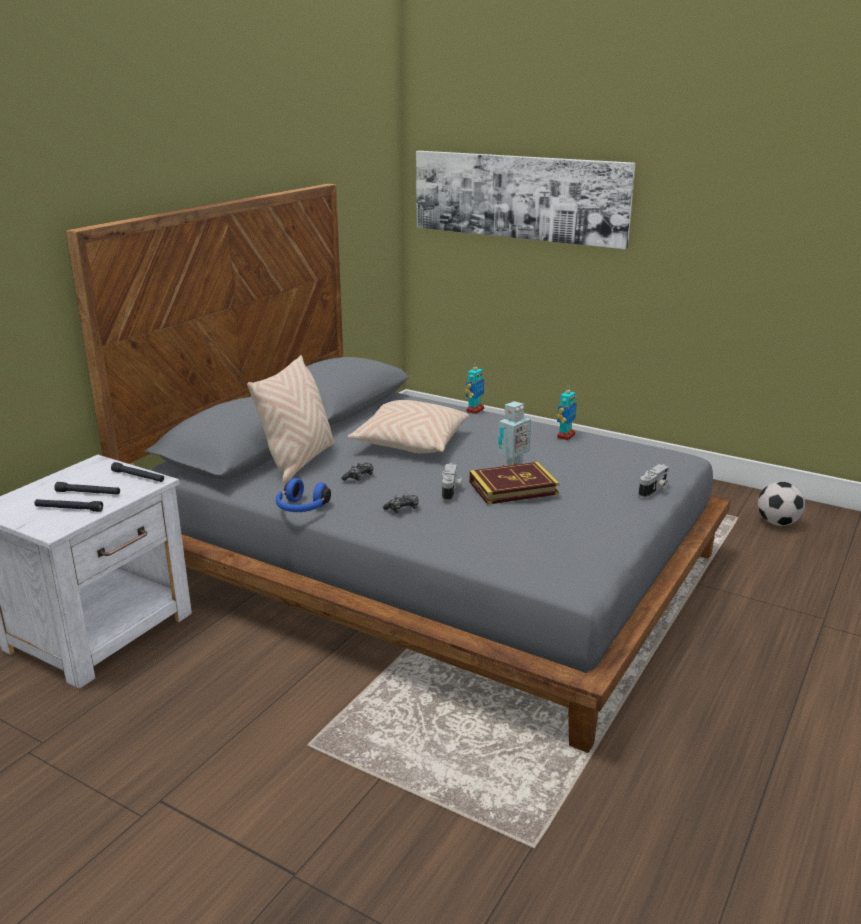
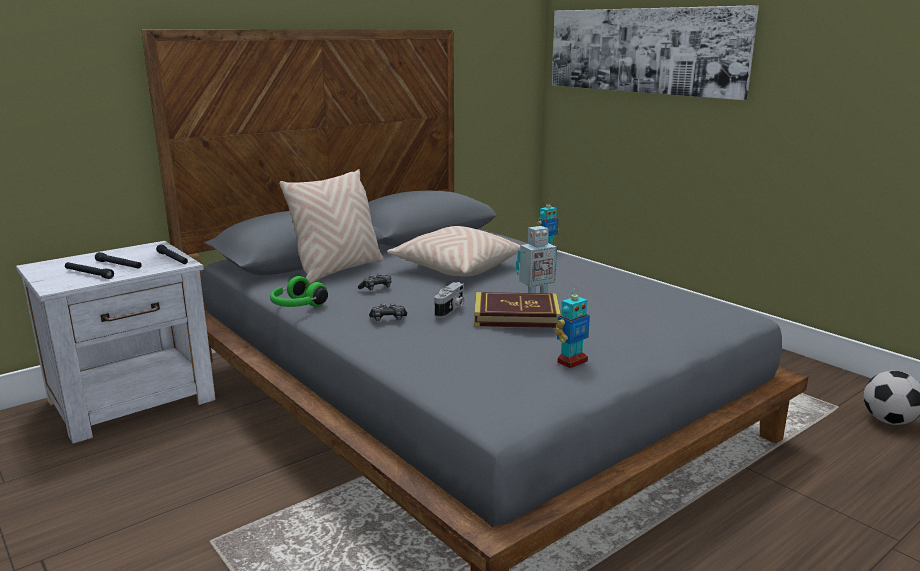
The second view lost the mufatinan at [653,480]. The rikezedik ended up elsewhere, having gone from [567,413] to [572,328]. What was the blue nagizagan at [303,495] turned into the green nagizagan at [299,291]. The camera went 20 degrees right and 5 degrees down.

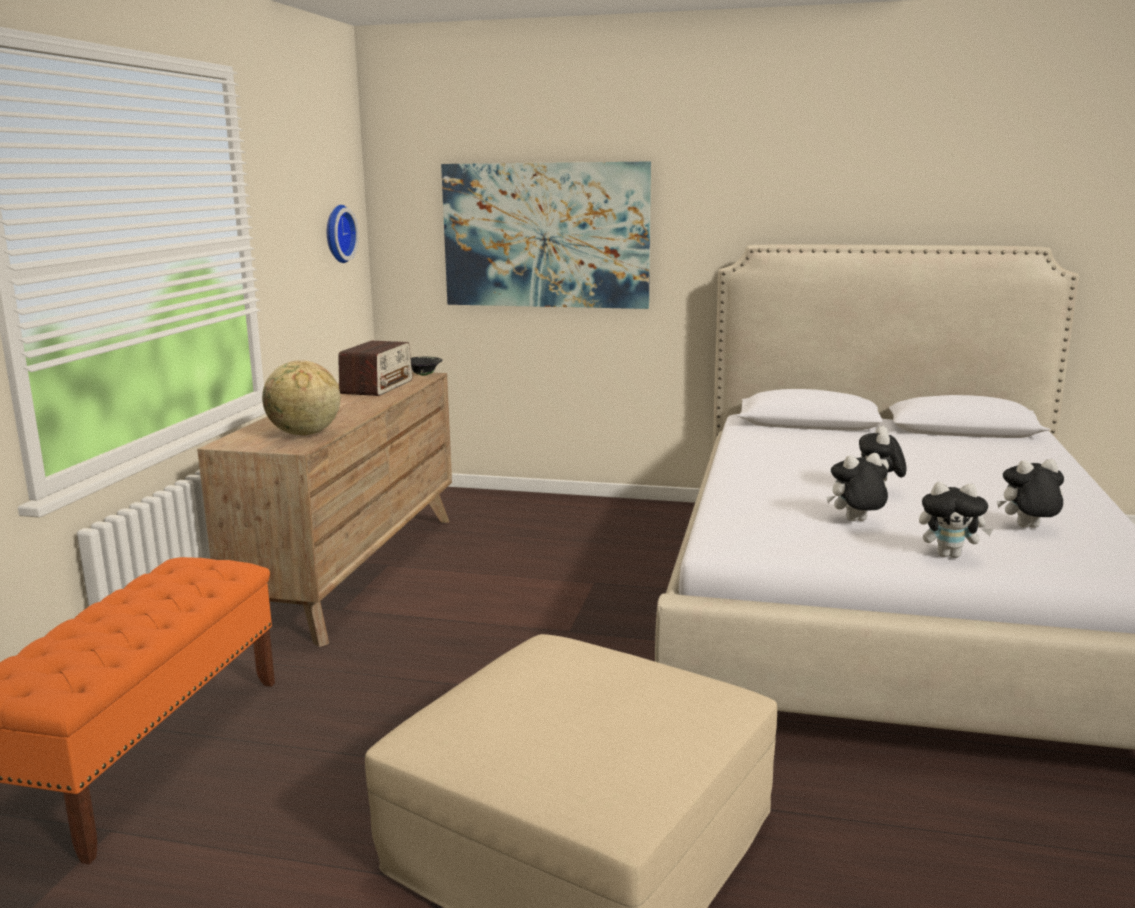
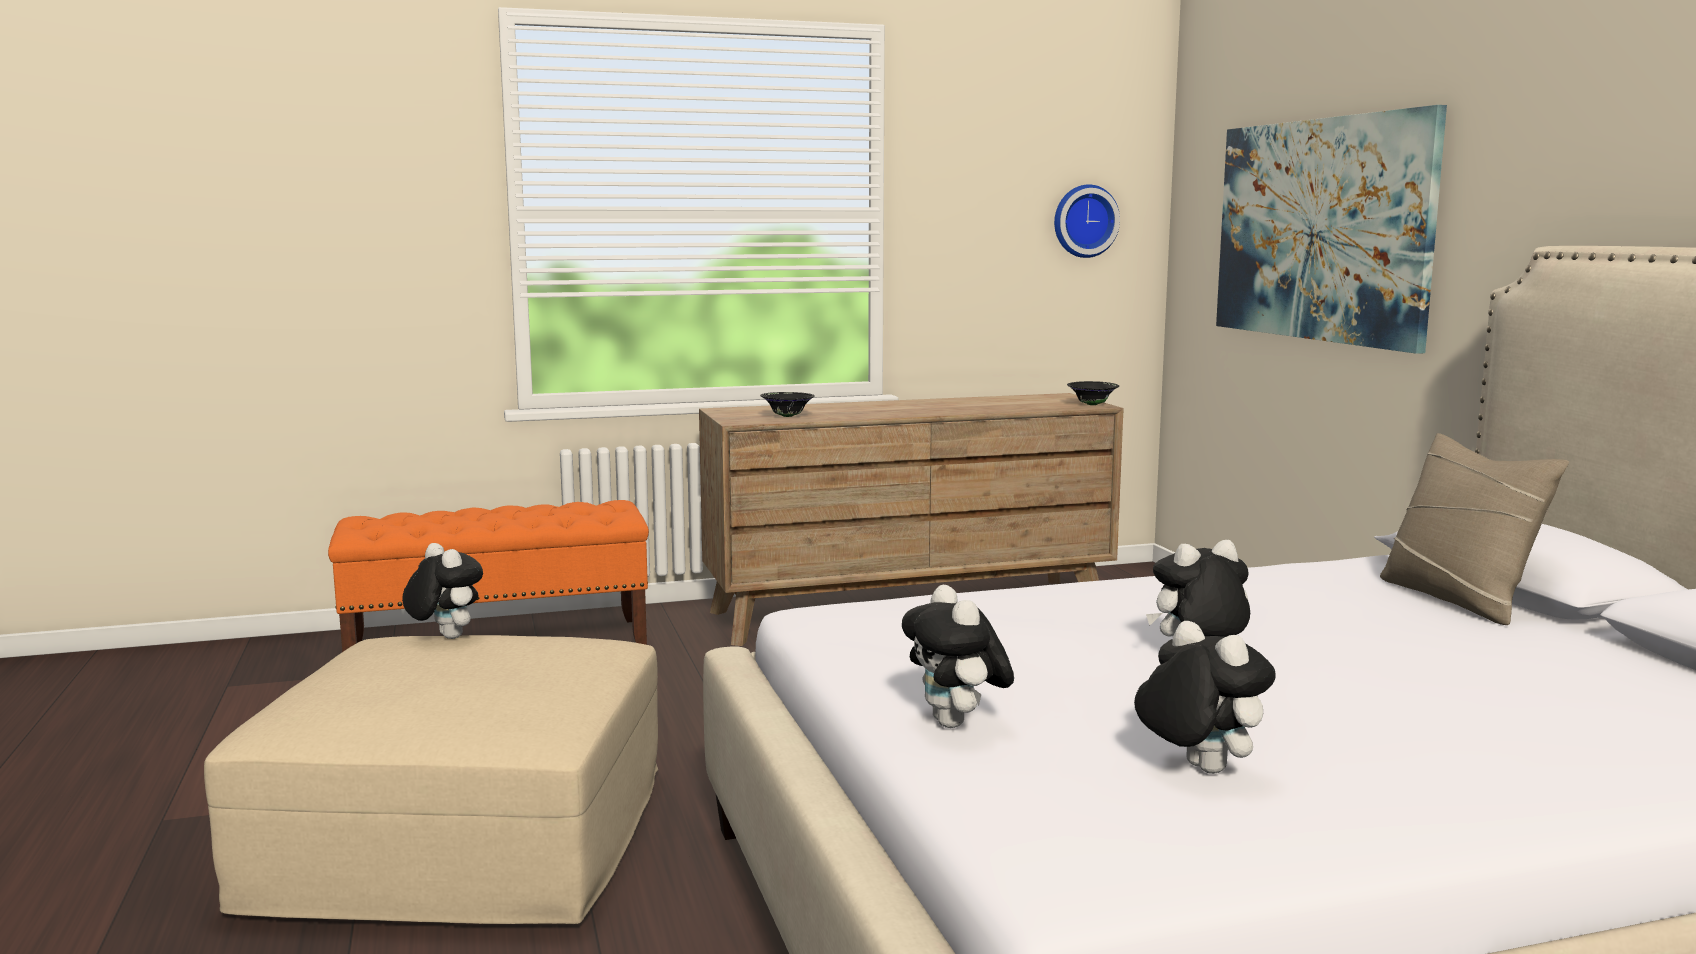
The second view lost the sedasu at [375,368]. The second view gained the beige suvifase at [1474,529]. The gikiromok ended up elsewhere, having gone from [857,487] to [442,591]. Where the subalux stood at [301,397], the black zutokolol came to stand at [787,404]. The camera went 60 degrees right and 5 degrees down.

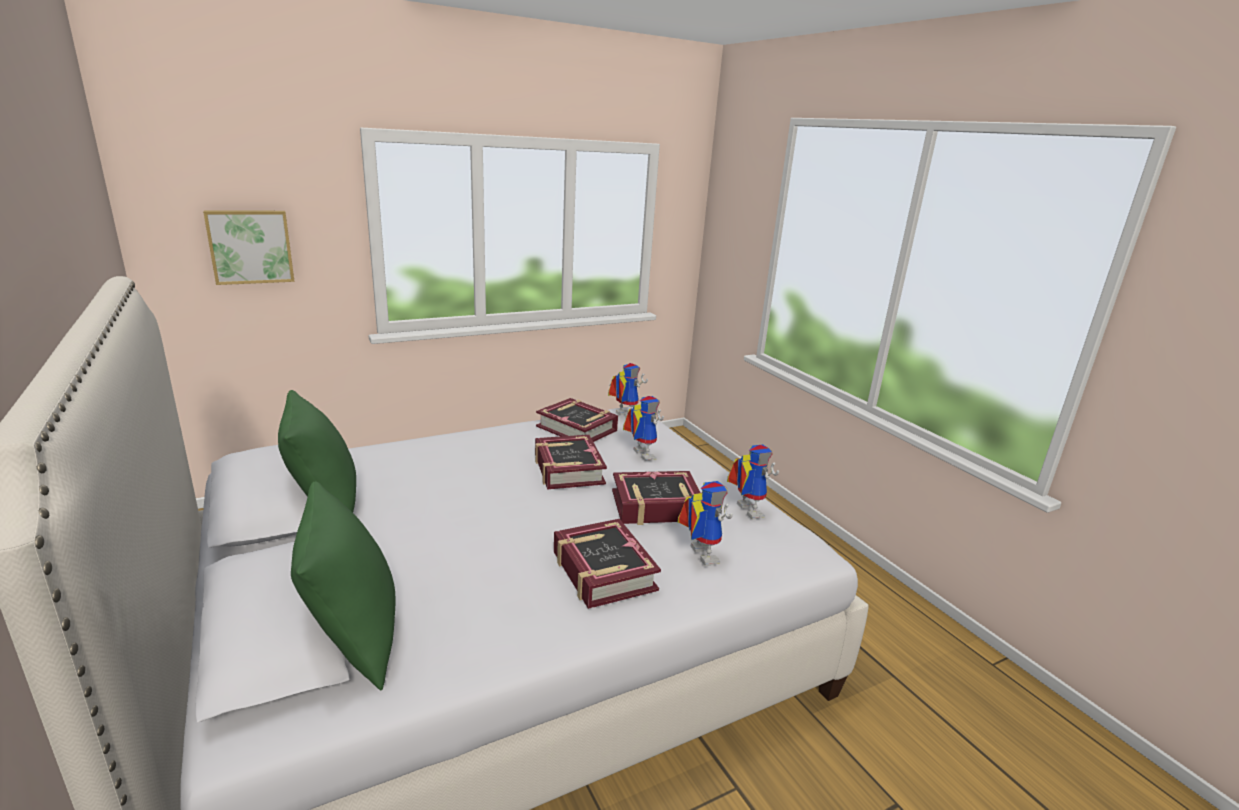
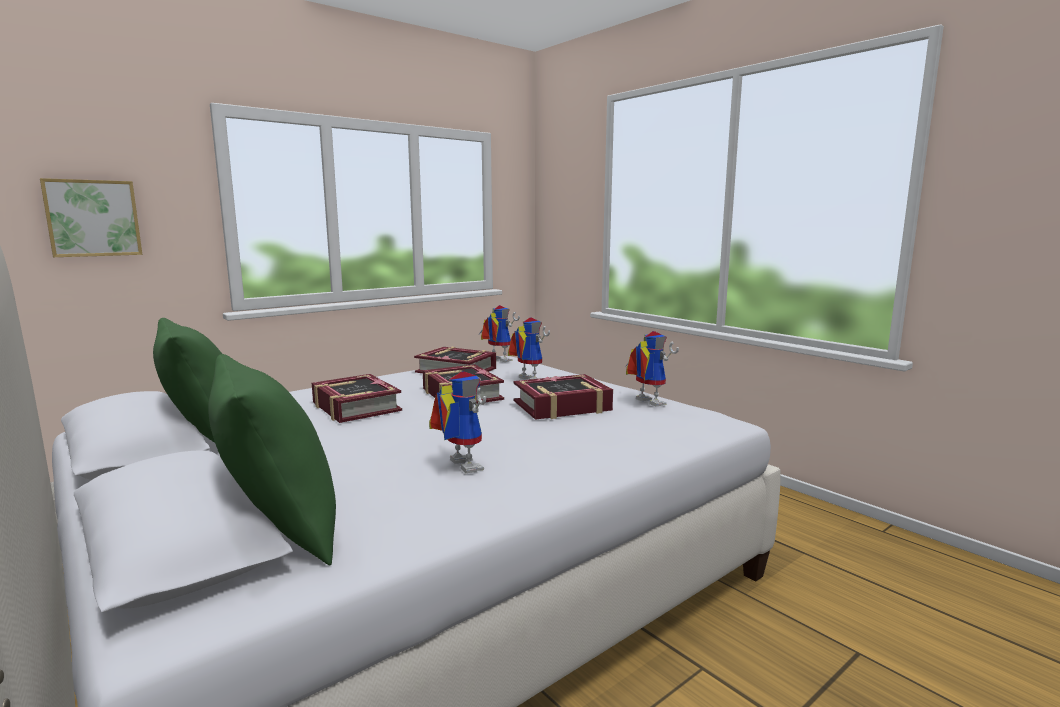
The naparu ended up elsewhere, having gone from [607,564] to [357,398]. The rikezedik ended up elsewhere, having gone from [705,523] to [457,422]. The camera went 10 degrees left and 10 degrees down.

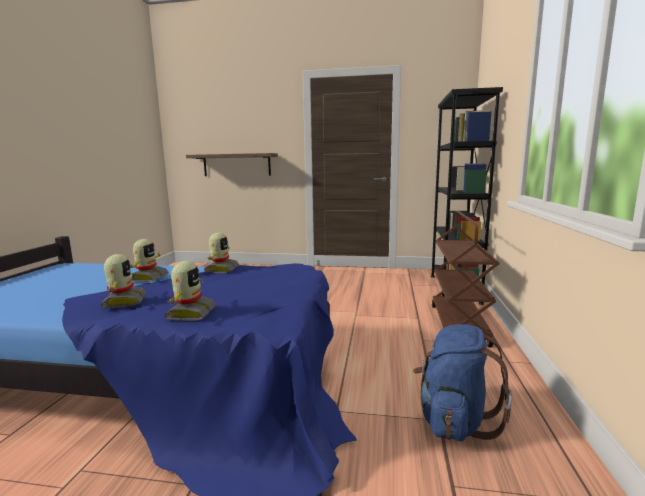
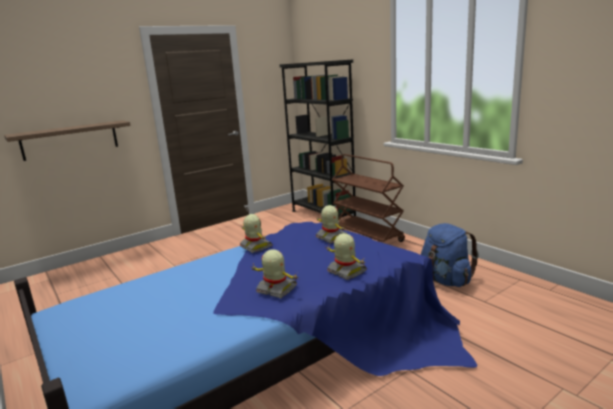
The rikezedik ended up elsewhere, having gone from [149,260] to [331,224]. The camera went 45 degrees left and 5 degrees up.

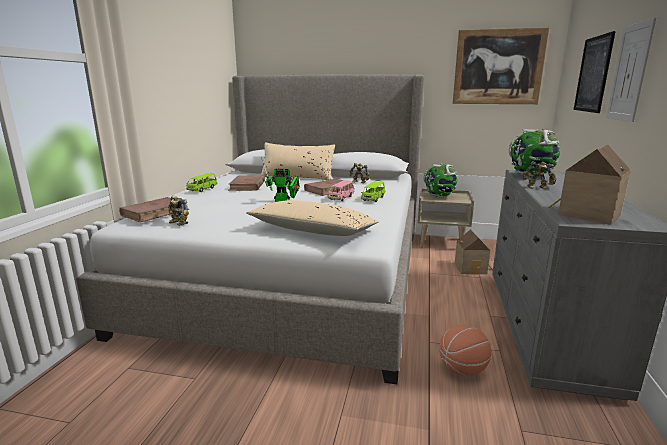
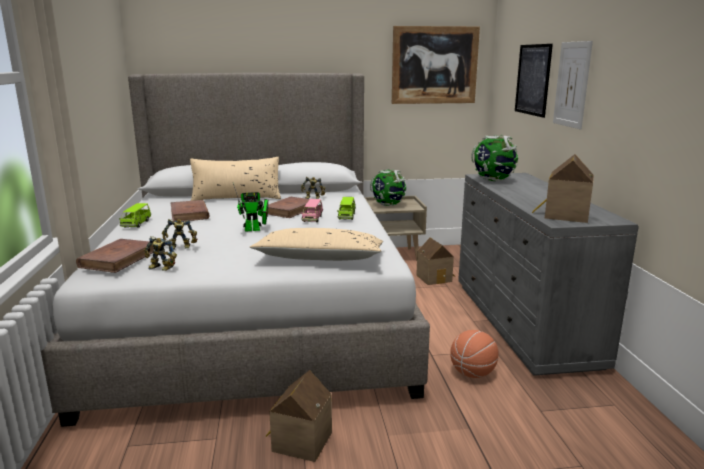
The second view gained the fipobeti at [299,416]. The rikezedik ended up elsewhere, having gone from [539,175] to [179,234]. The camera went 20 degrees left and 0 degrees up.

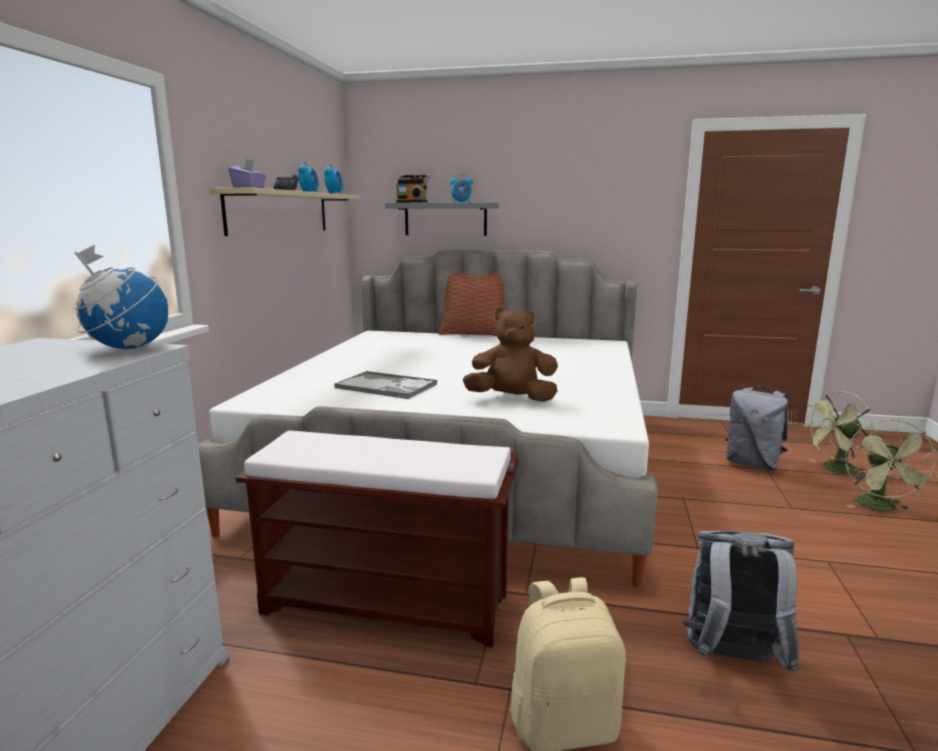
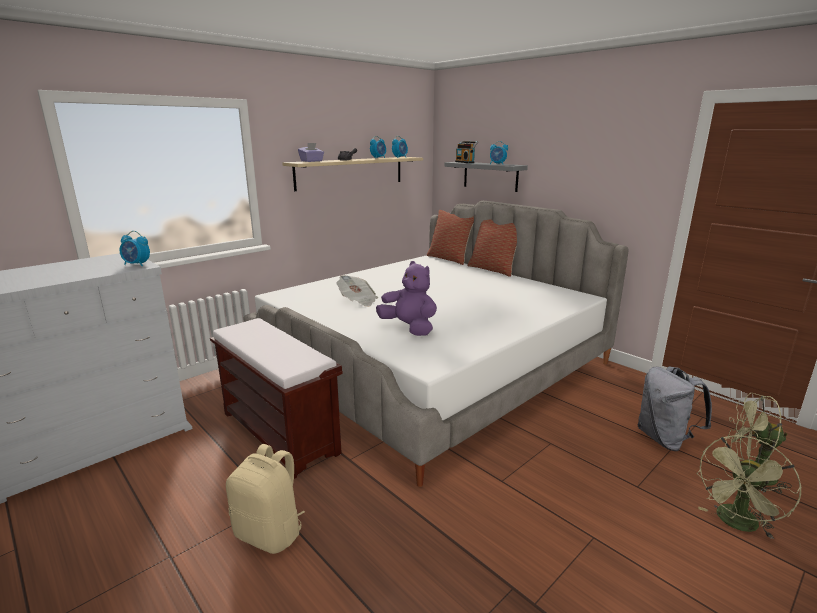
The second view lost the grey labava at [741,602]. The second view gained the suvifase at [450,237]. Where the subalux stood at [120,297], the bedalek came to stand at [135,248]. Where the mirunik stood at [385,385], the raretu came to stand at [357,291]. What was the brown gikiromok at [510,354] turned into the purple gikiromok at [406,298]. The camera went 35 degrees right and 5 degrees up.

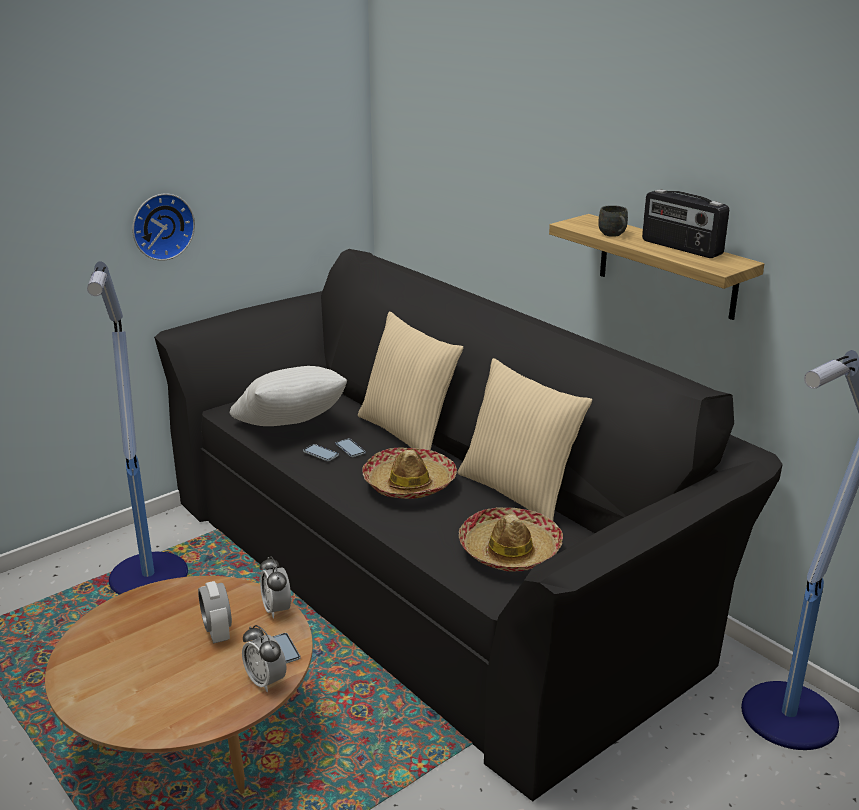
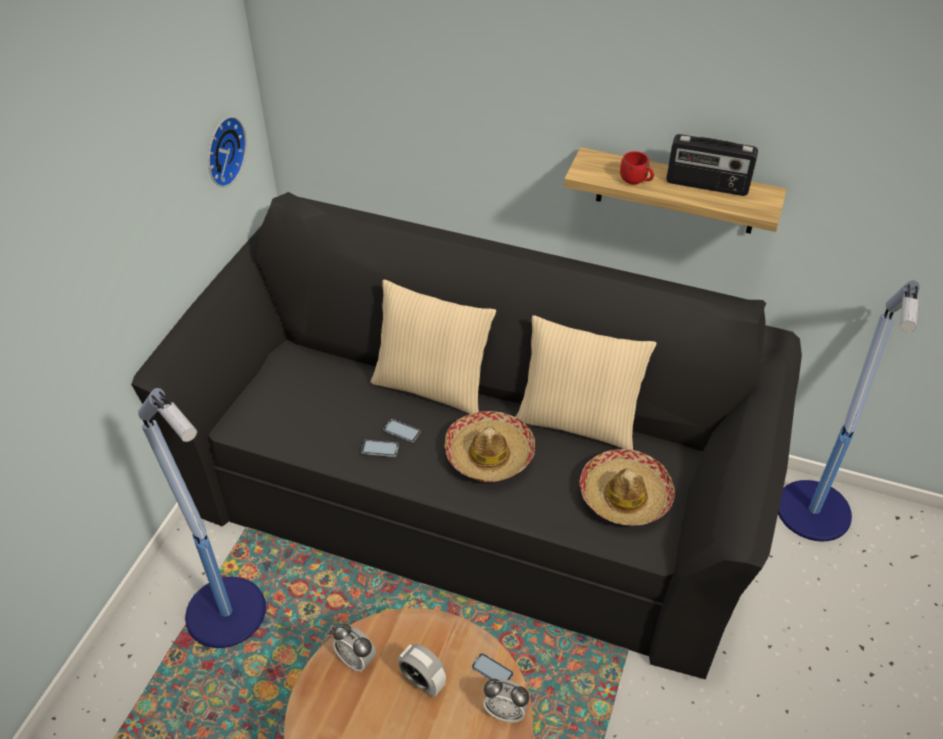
The second view lost the white suvifase at [288,396]. The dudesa ended up elsewhere, having gone from [163,227] to [227,151]. The bedalek ended up elsewhere, having gone from [275,587] to [355,648]. What was the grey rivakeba at [613,221] turned into the red rivakeba at [637,168]. The camera went 30 degrees left and 20 degrees up.

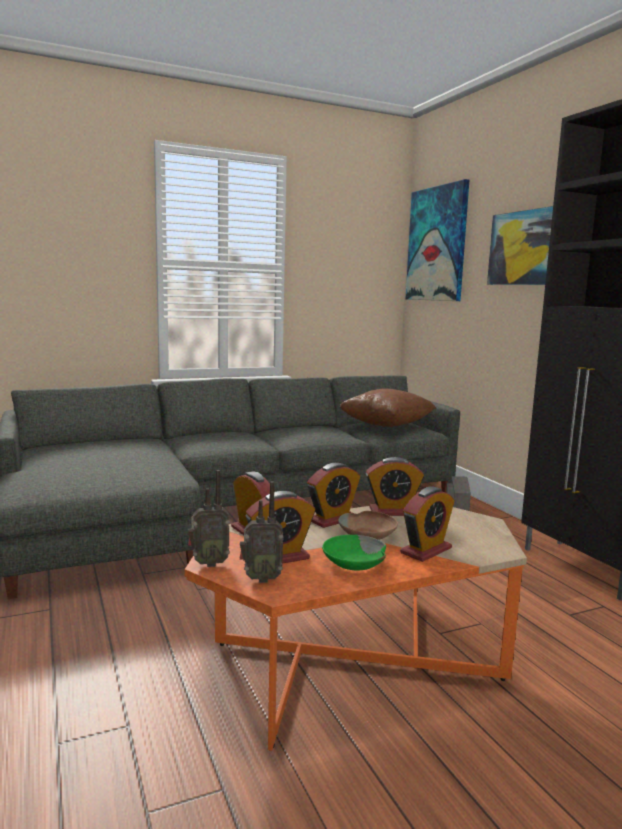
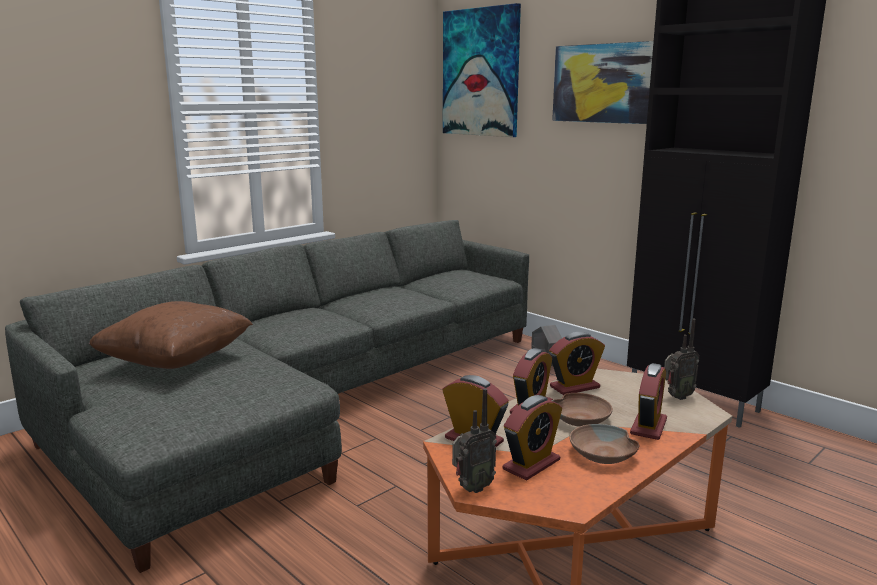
The sedasu ended up elsewhere, having gone from [261,532] to [681,359]. The brown suvifase ended up elsewhere, having gone from [388,408] to [171,335]. What was the green zutokolol at [354,552] turned into the brown zutokolol at [604,444]. The camera went 20 degrees left and 5 degrees up.

